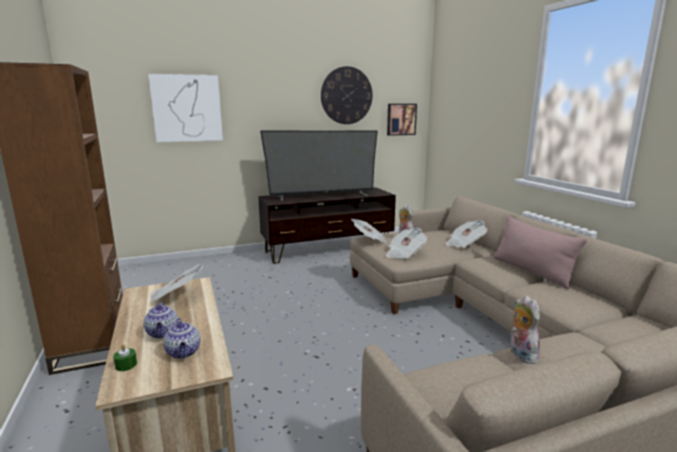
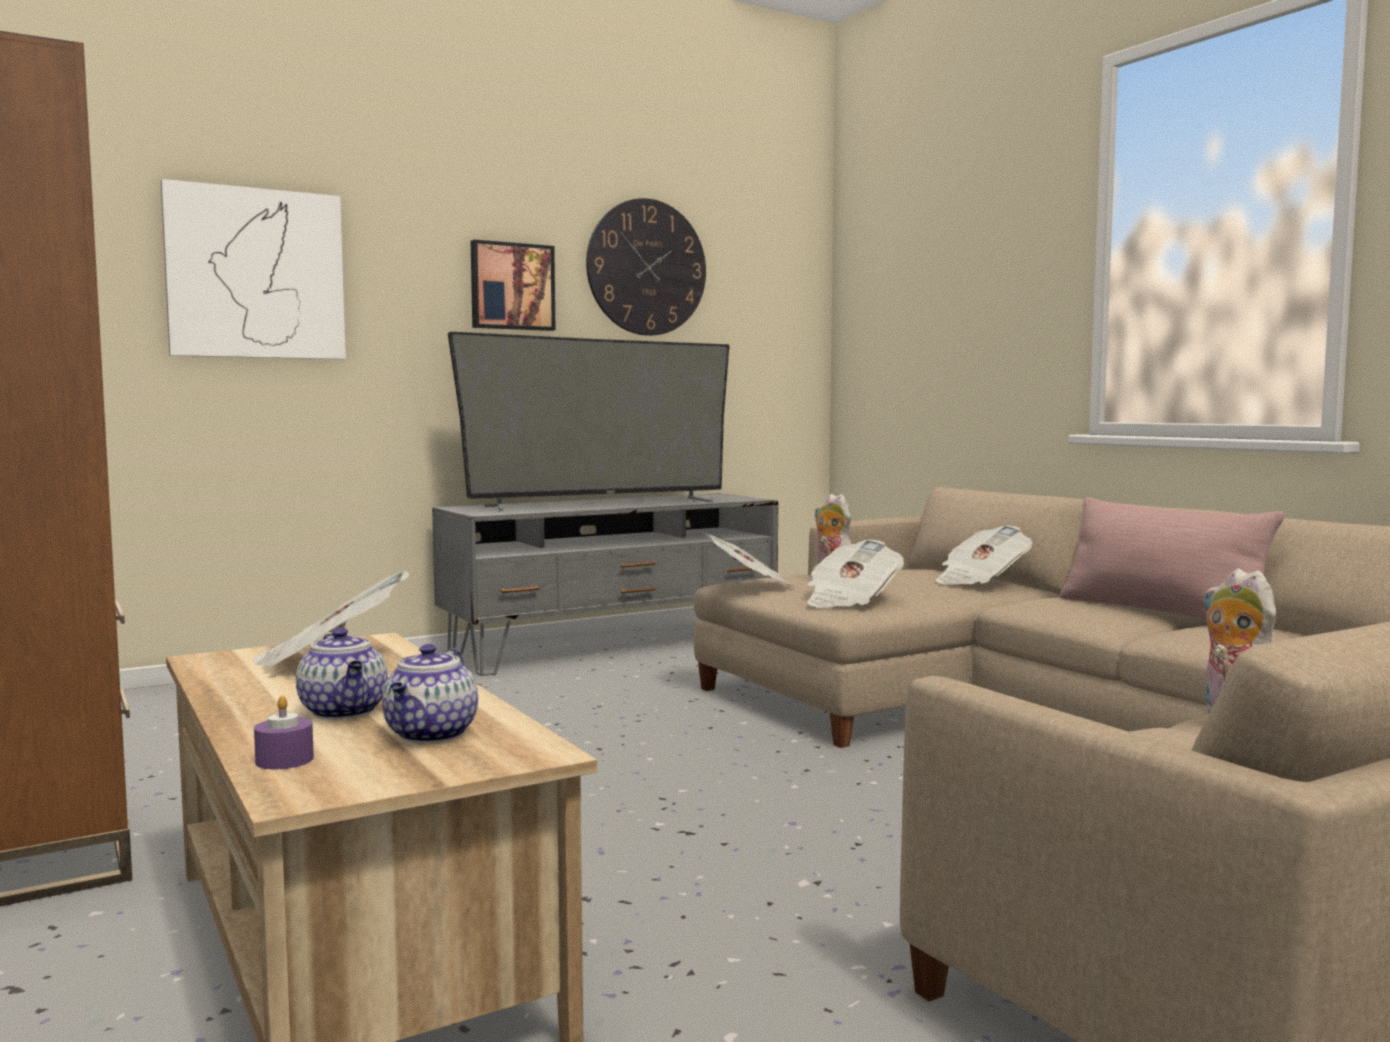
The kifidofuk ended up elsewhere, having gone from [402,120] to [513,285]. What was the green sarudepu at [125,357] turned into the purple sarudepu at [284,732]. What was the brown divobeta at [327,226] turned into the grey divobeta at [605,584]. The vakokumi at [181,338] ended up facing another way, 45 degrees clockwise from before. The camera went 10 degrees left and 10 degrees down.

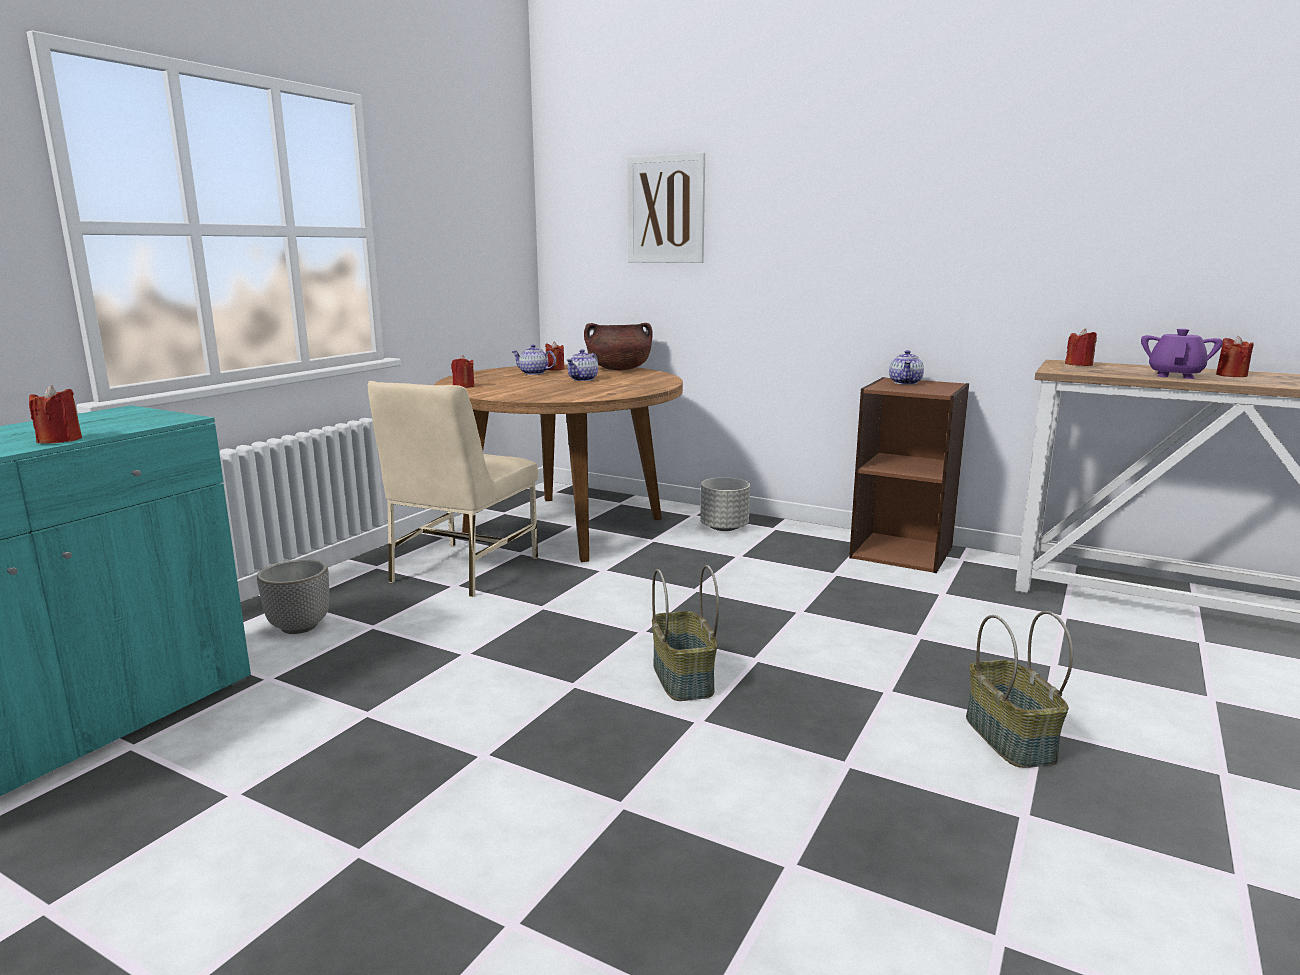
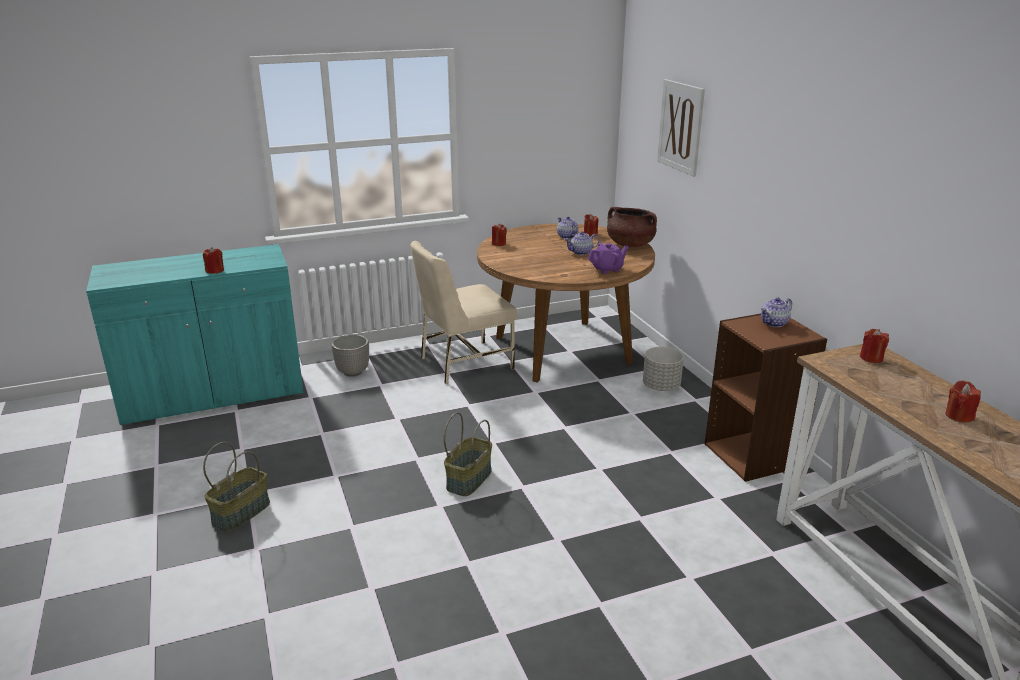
The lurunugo ended up elsewhere, having gone from [1019,689] to [236,487]. The purple vakokumi ended up elsewhere, having gone from [1182,354] to [608,258]. The camera went 40 degrees right and 10 degrees up.

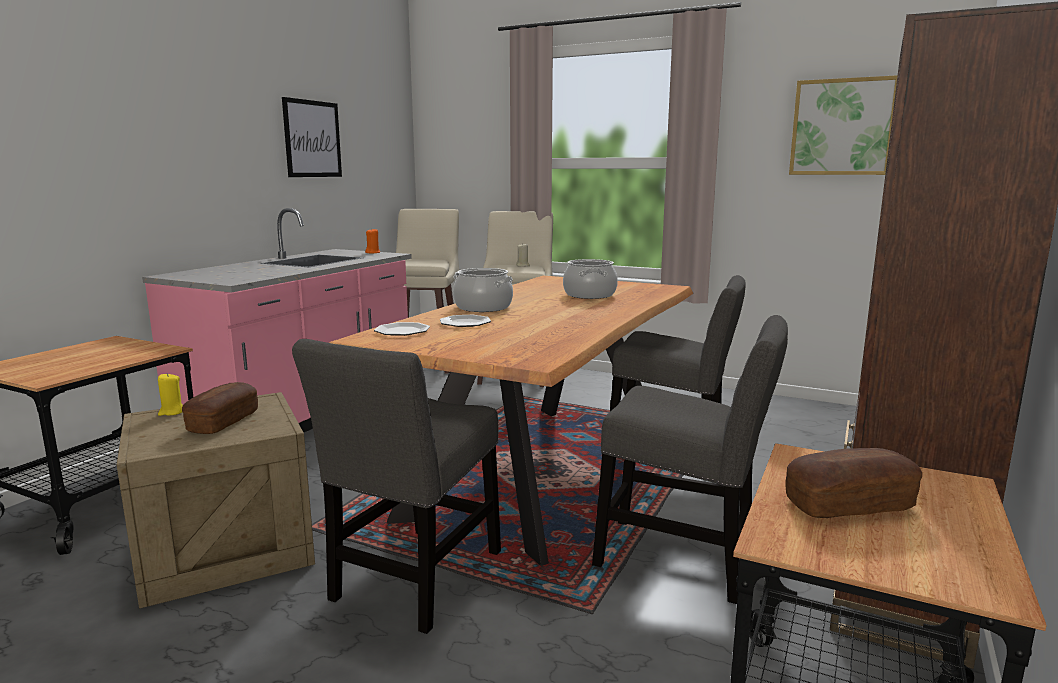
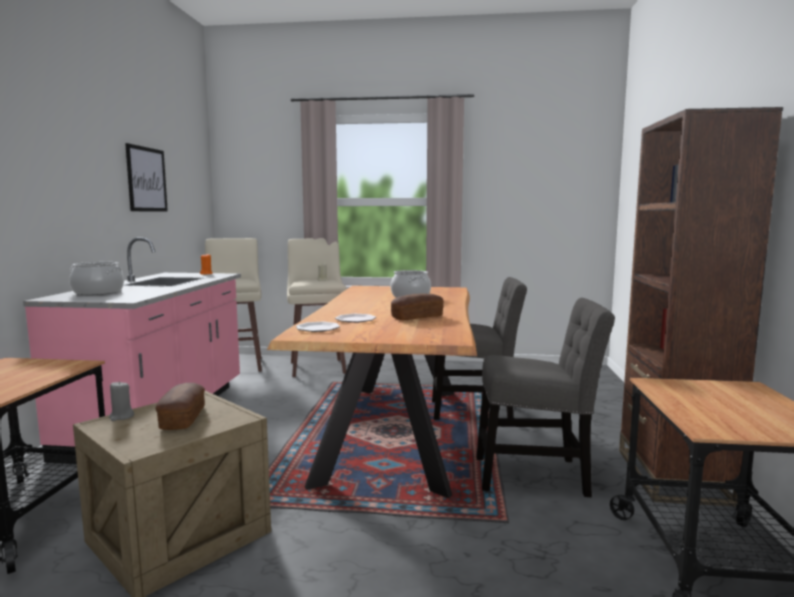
The second view lost the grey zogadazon at [396,486]. The second view lost the kifidofuk at [843,125]. The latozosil ended up elsewhere, having gone from [483,290] to [96,278]. The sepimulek ended up elsewhere, having gone from [853,483] to [417,306]. What was the yellow sarudepu at [170,394] turned into the grey sarudepu at [121,401]. The camera went 20 degrees left and 5 degrees down.

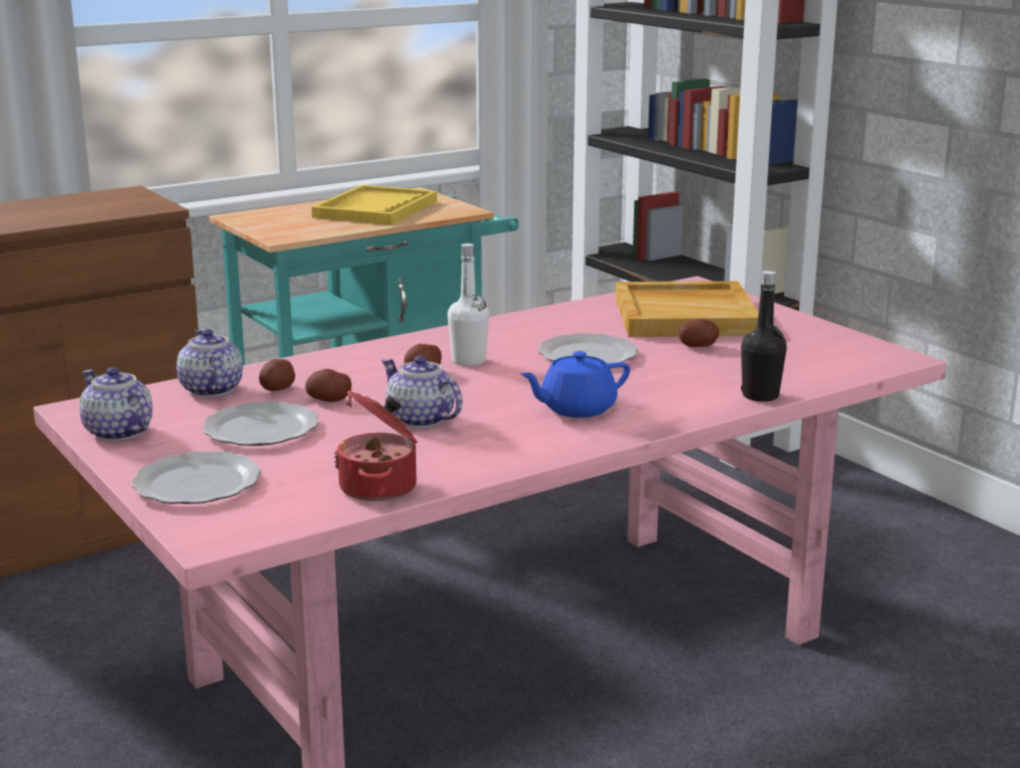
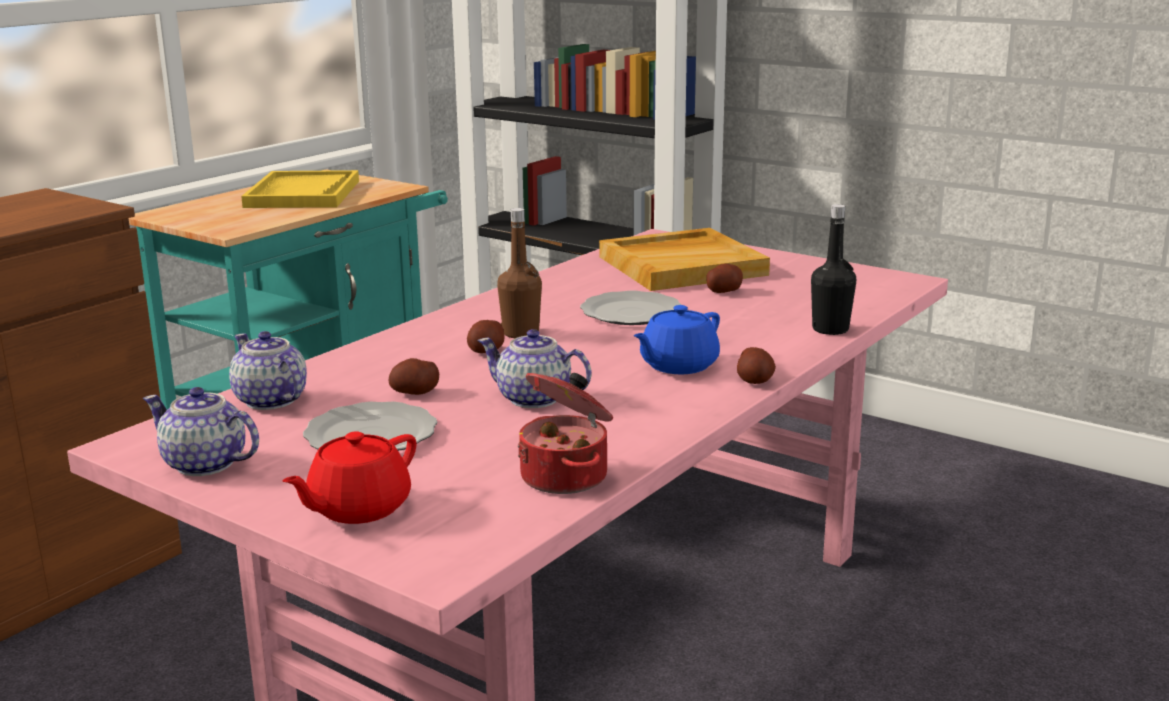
The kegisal ended up elsewhere, having gone from [277,375] to [756,365]. Where the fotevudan stood at [196,477], the red vakokumi came to stand at [349,477]. What was the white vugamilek at [468,304] turned into the brown vugamilek at [519,273]. The camera went 20 degrees left and 0 degrees up.

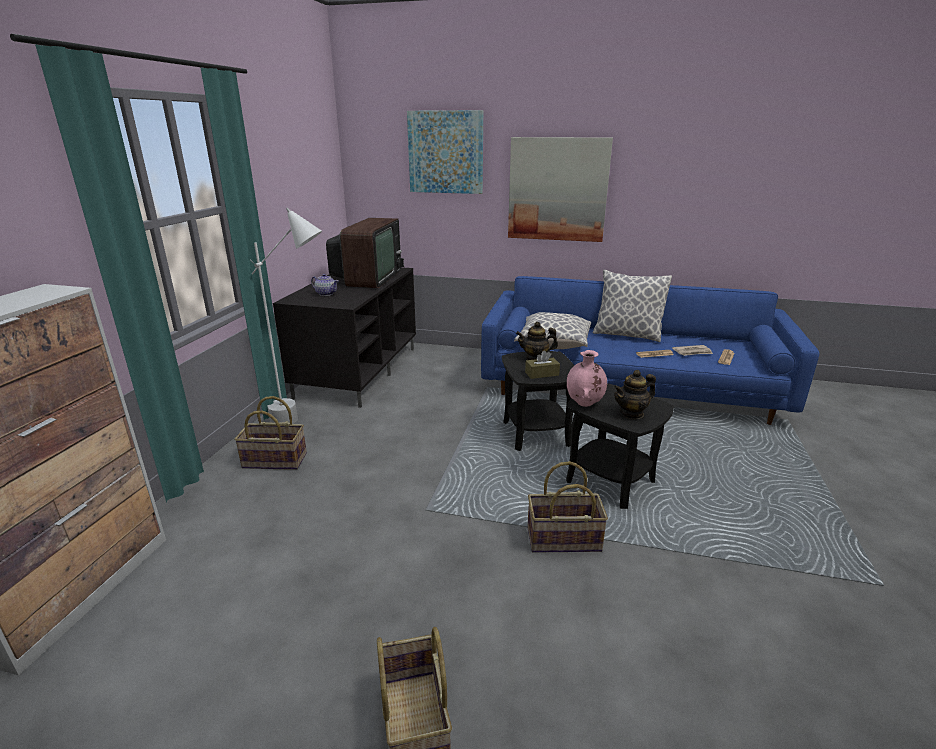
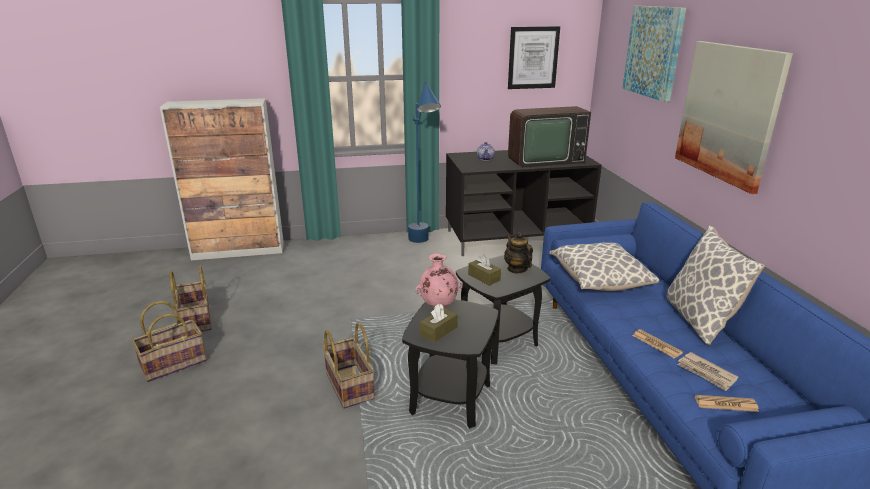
The second view gained the kifidofuk at [534,57]. The lurunugo ended up elsewhere, having gone from [270,433] to [190,299]. Where the vakokumi stood at [634,394], the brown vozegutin came to stand at [439,323]. What was the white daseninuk at [286,316] turned into the blue daseninuk at [424,162]. The camera went 65 degrees right and 0 degrees up.

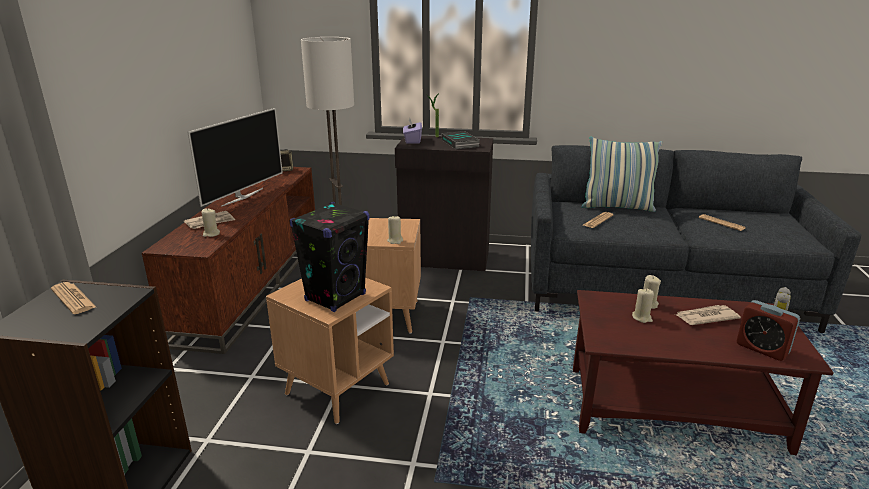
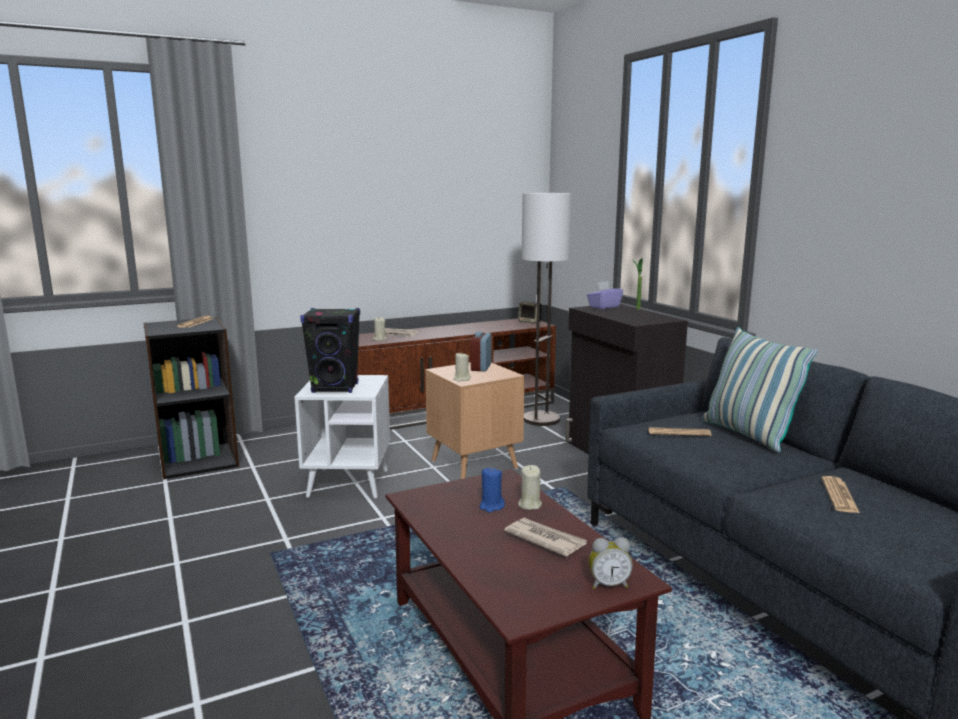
The second view lost the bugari at [235,157]. The second view lost the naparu at [460,140]. The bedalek ended up elsewhere, having gone from [768,330] to [481,351]. What was the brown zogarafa at [330,351] turned into the white zogarafa at [342,436]. What was the beige sarudepu at [643,305] turned into the blue sarudepu at [492,490]. The camera went 55 degrees right and 10 degrees down.

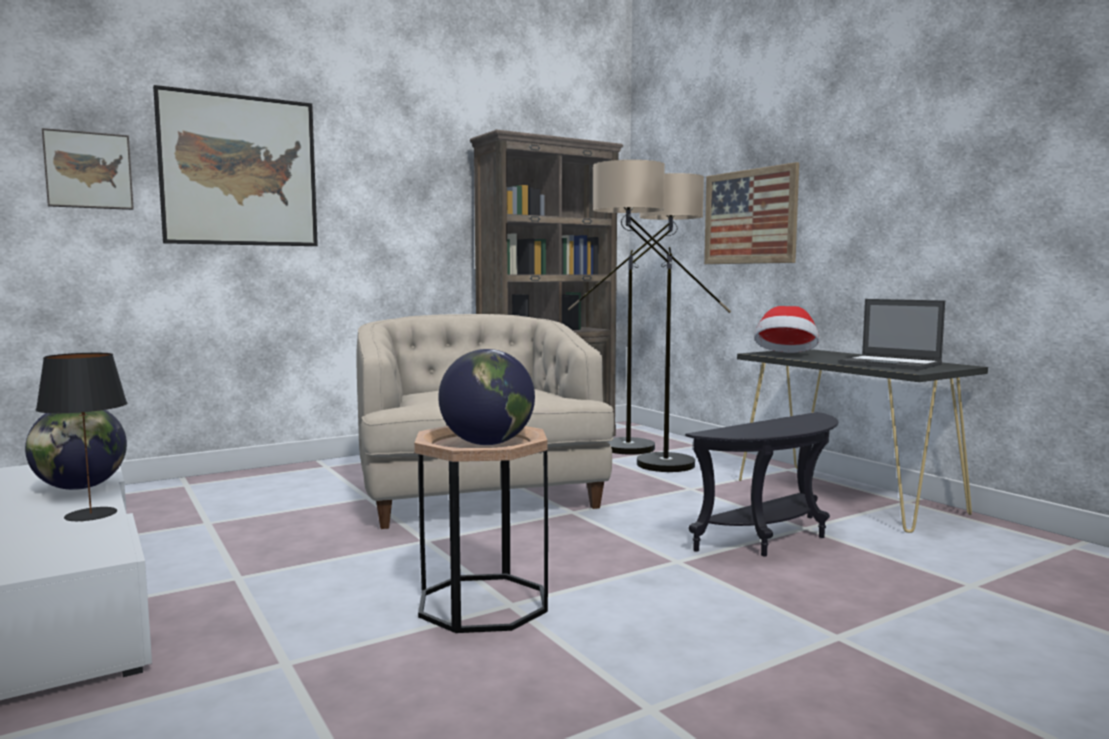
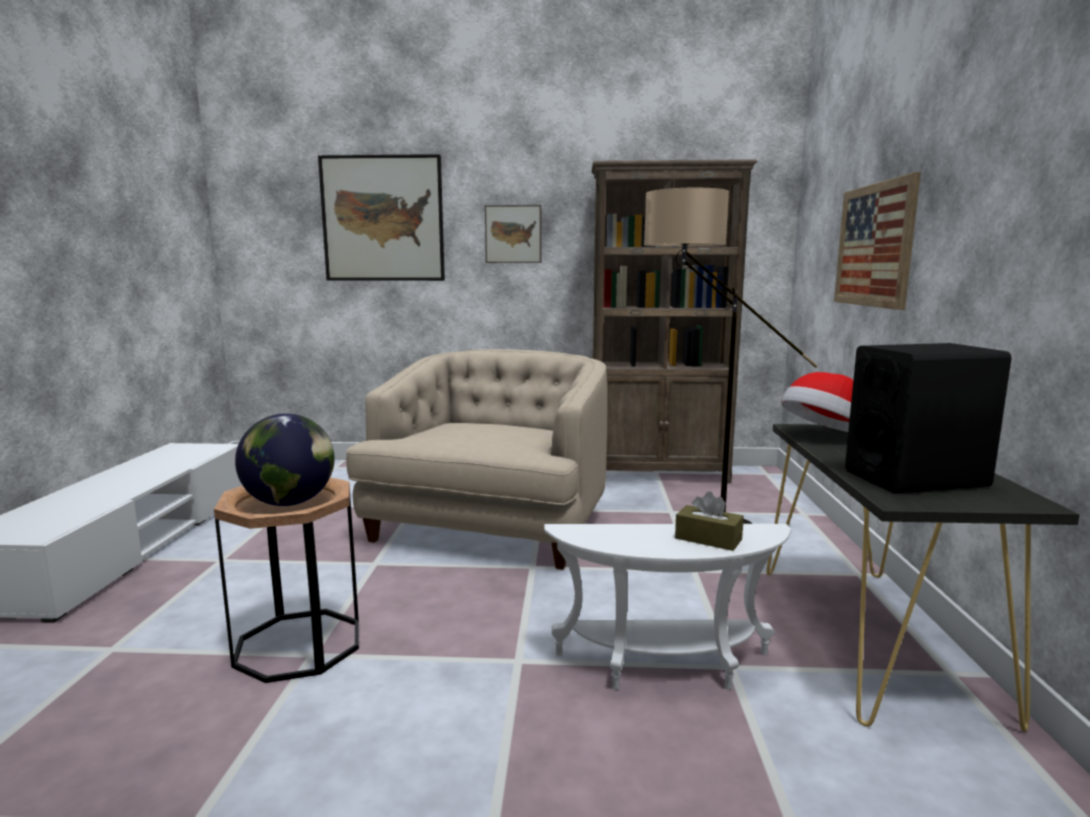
The second view lost the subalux at [76,450]. The second view lost the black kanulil at [81,437]. The second view lost the daseninuk at [636,313]. The second view gained the brown vozegutin at [709,521]. The kifidofuk ended up elsewhere, having gone from [88,169] to [513,234]. Where the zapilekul stood at [891,334], the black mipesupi came to stand at [928,418]. What was the black zogarafa at [761,484] turned into the white zogarafa at [667,607]. The camera went 35 degrees right and 5 degrees up.

